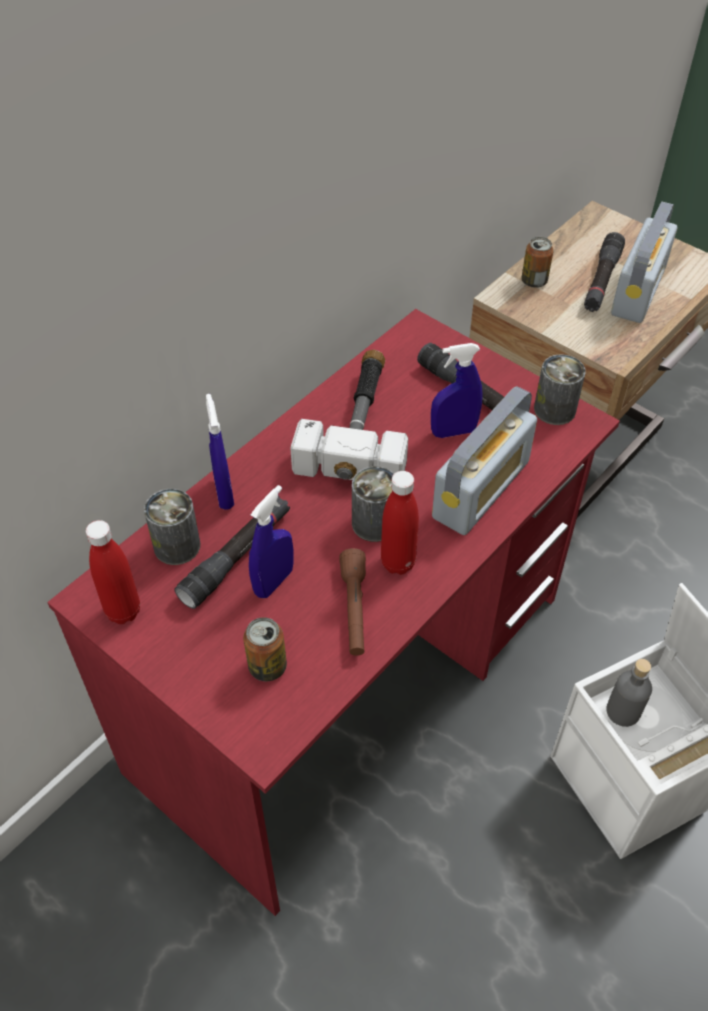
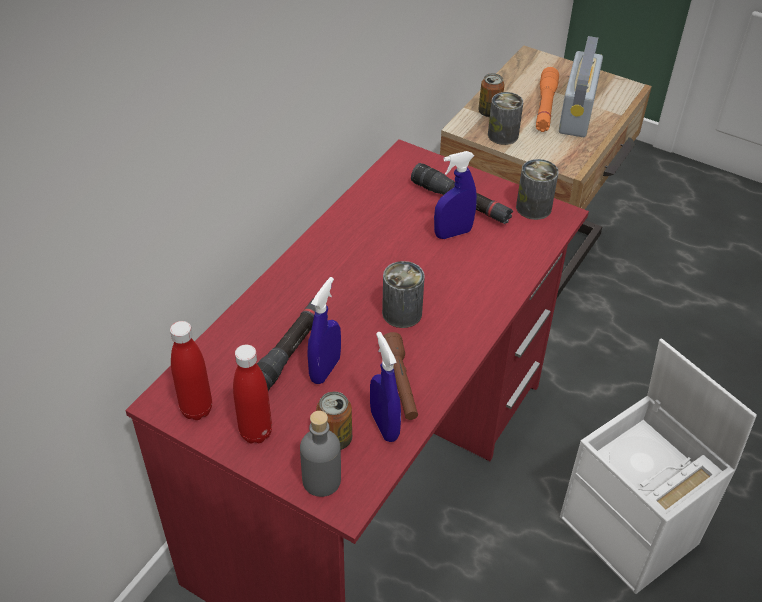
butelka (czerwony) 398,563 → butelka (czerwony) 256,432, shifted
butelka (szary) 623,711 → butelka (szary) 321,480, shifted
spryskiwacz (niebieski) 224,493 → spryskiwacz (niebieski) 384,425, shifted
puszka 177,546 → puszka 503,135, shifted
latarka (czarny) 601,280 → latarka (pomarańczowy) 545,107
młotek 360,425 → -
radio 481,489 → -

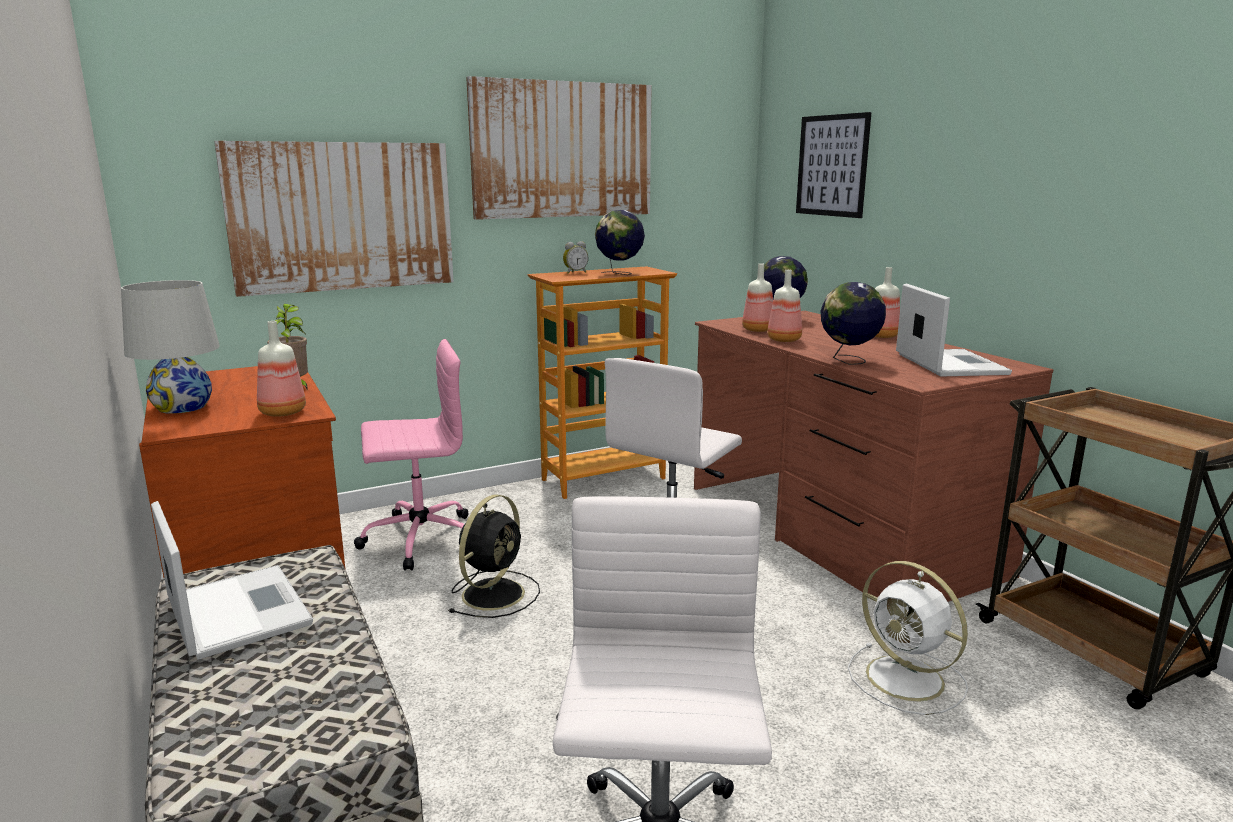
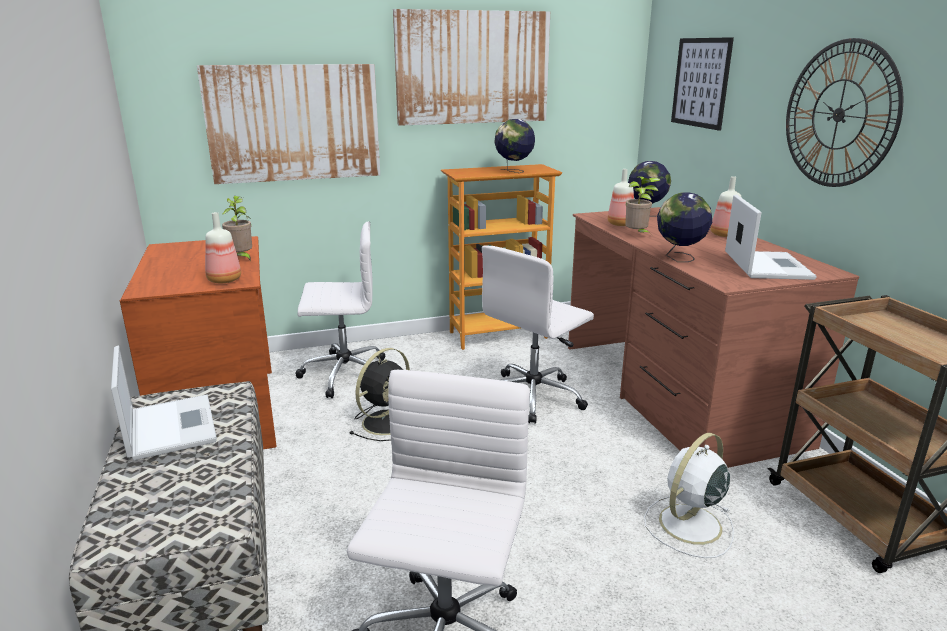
krzesło biurowe (różowy) 418,539 → krzesło biurowe (biały) 343,374
butelka 785,340 → roślina doniczkowa 637,235
wentylator (biały) 908,680 → wentylator (biały) 688,525, 75 degrees clockwise
- → zegar ścienny 839,114
lampa stołowa (biały) 182,407 → -
budzik 575,272 → -

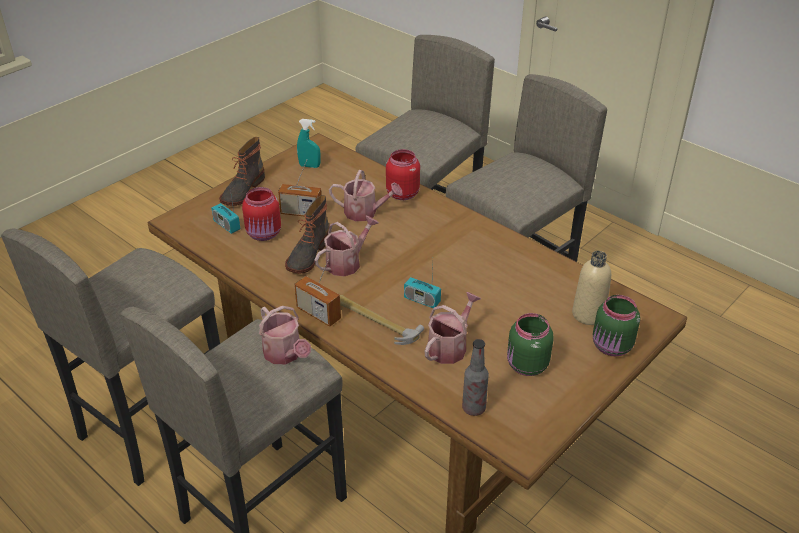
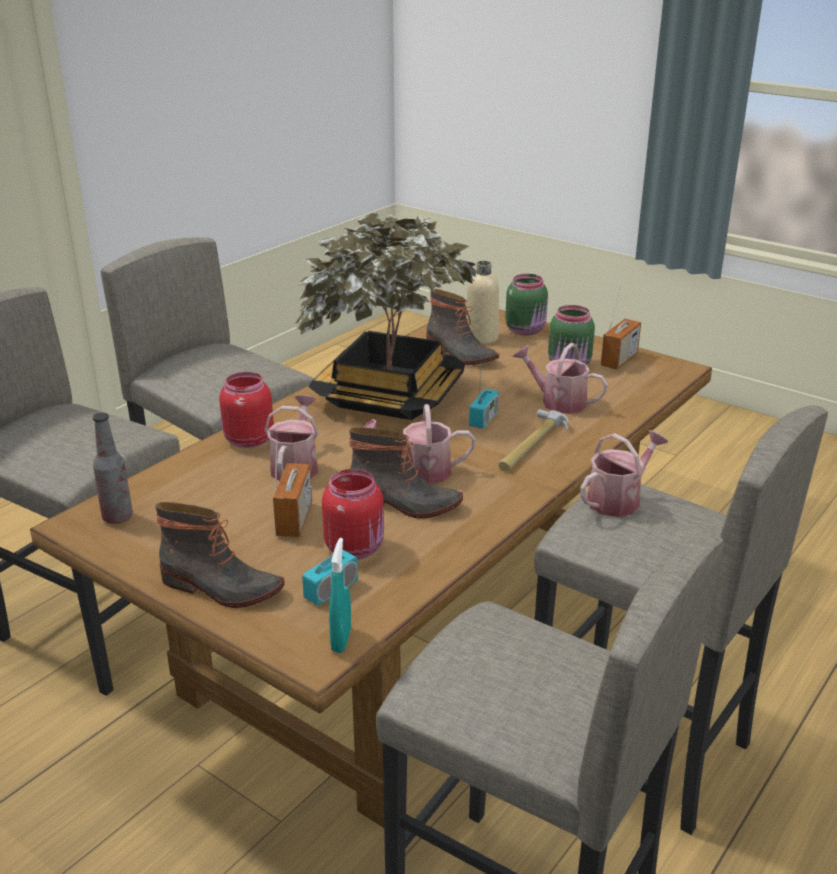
butelka 473,408 → butelka 117,517, shifted
- → roślina doniczkowa 389,397
spryskiwacz (turkusowy) 309,166 → spryskiwacz (turkusowy) 341,640, shifted
konewka 347,262 → konewka 418,472, 45 degrees counterclockwise
- → but z cholewką 459,354
radio 318,313 → radio 619,360, shifted

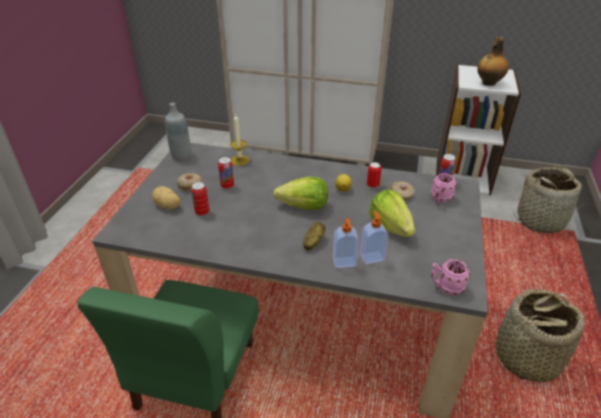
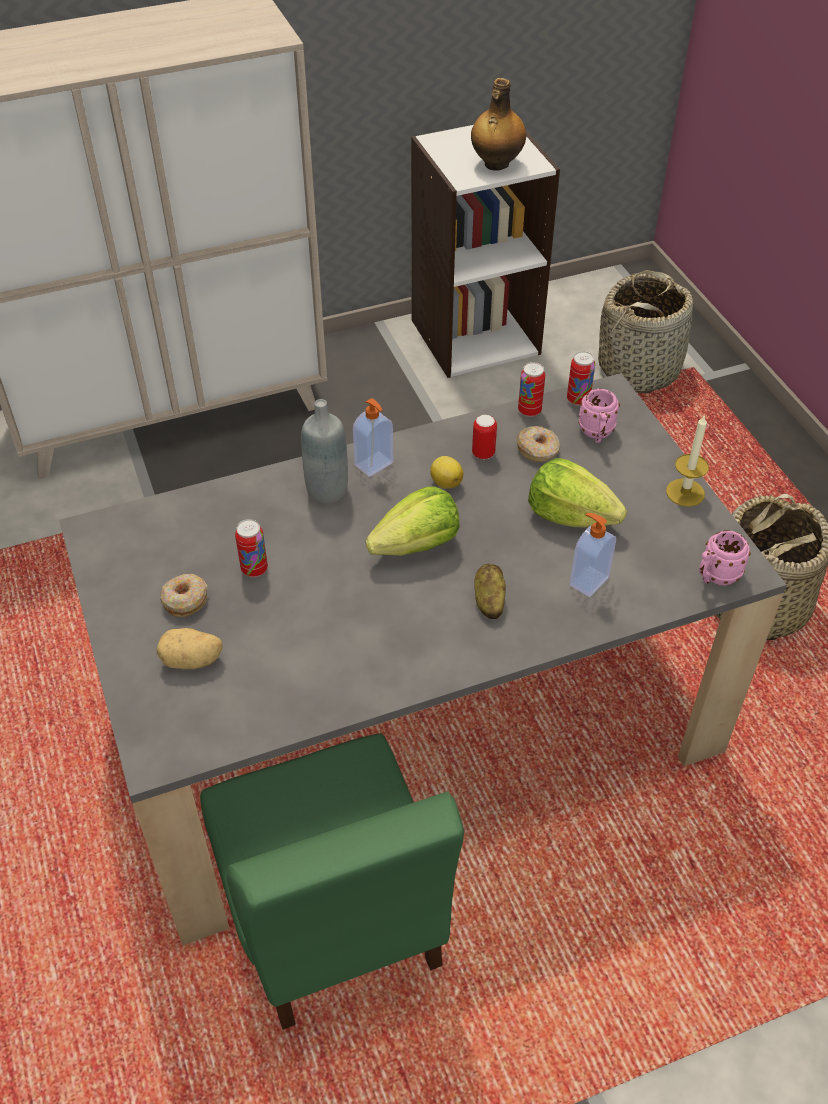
butelka (szary) 181,155 → butelka (szary) 327,490, shifted
dozownik mydła 344,263 → dozownik mydła 374,465, shifted
puszka 202,212 → puszka 529,411, shifted
świeca 239,160 → świeca 685,492, shifted

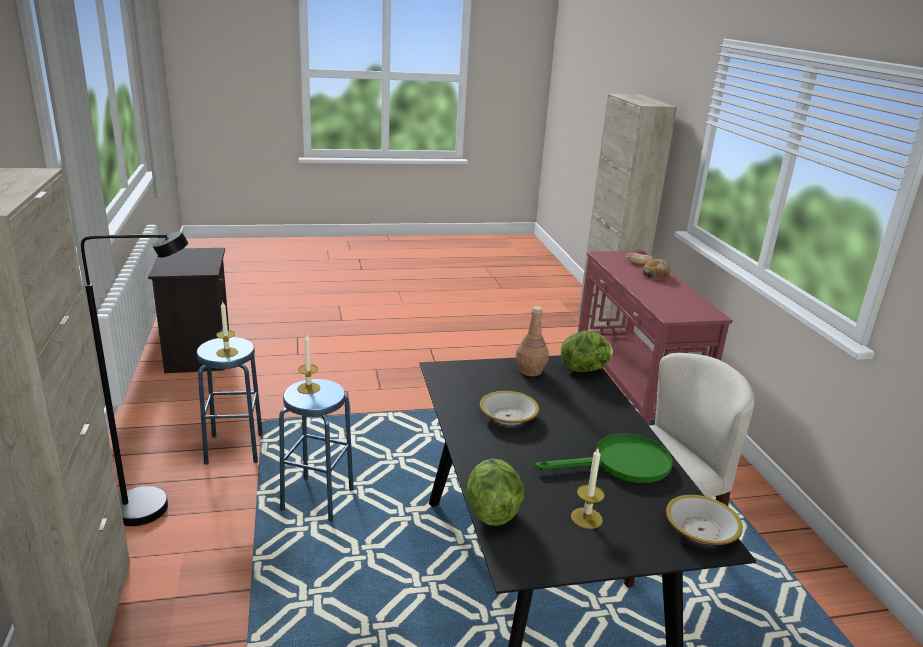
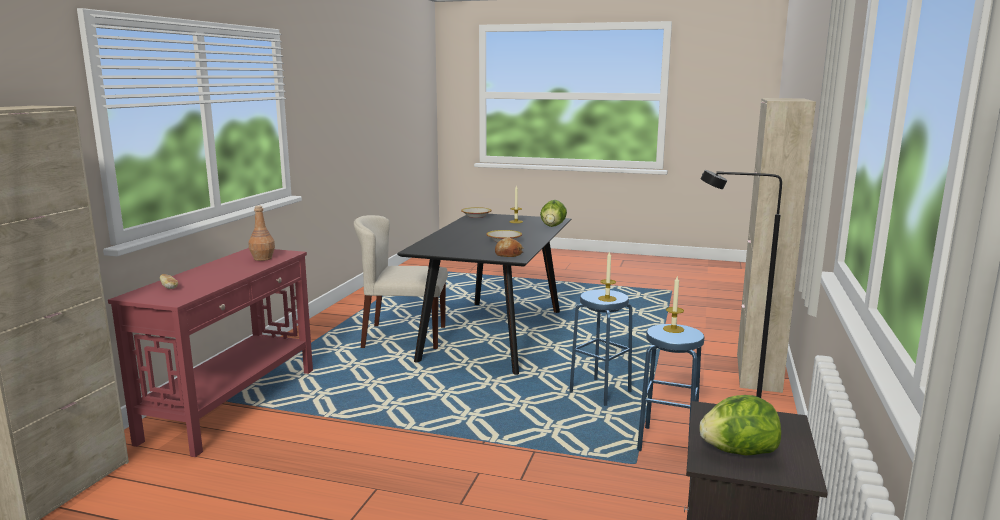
butelka (brązowy) 530,370 → butelka (brązowy) 263,258, shifted
chleb 655,275 → chleb 508,254, shifted
sałata 585,369 → sałata 738,452, shifted
patelnia (zielony) 621,464 → -

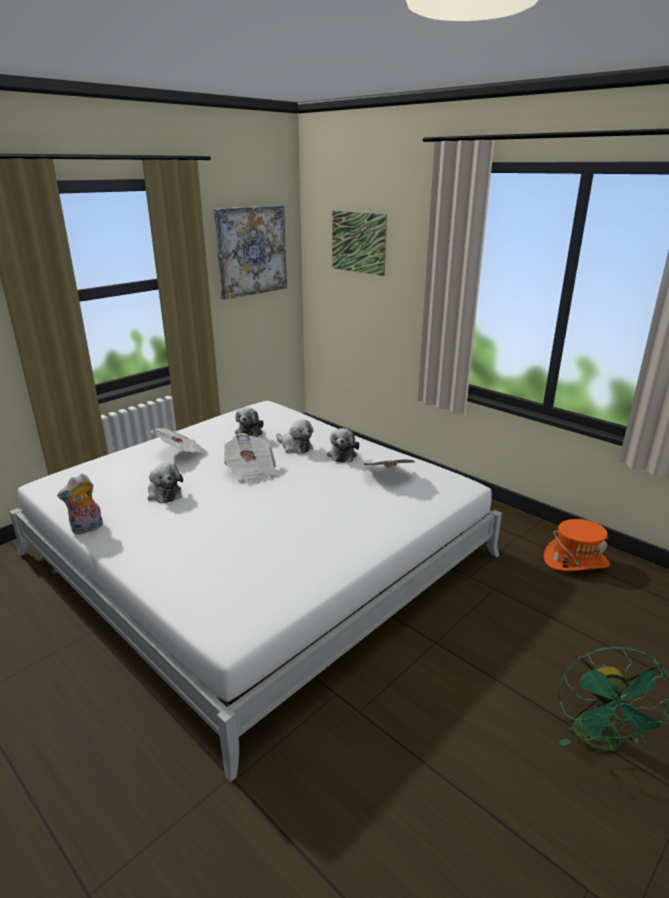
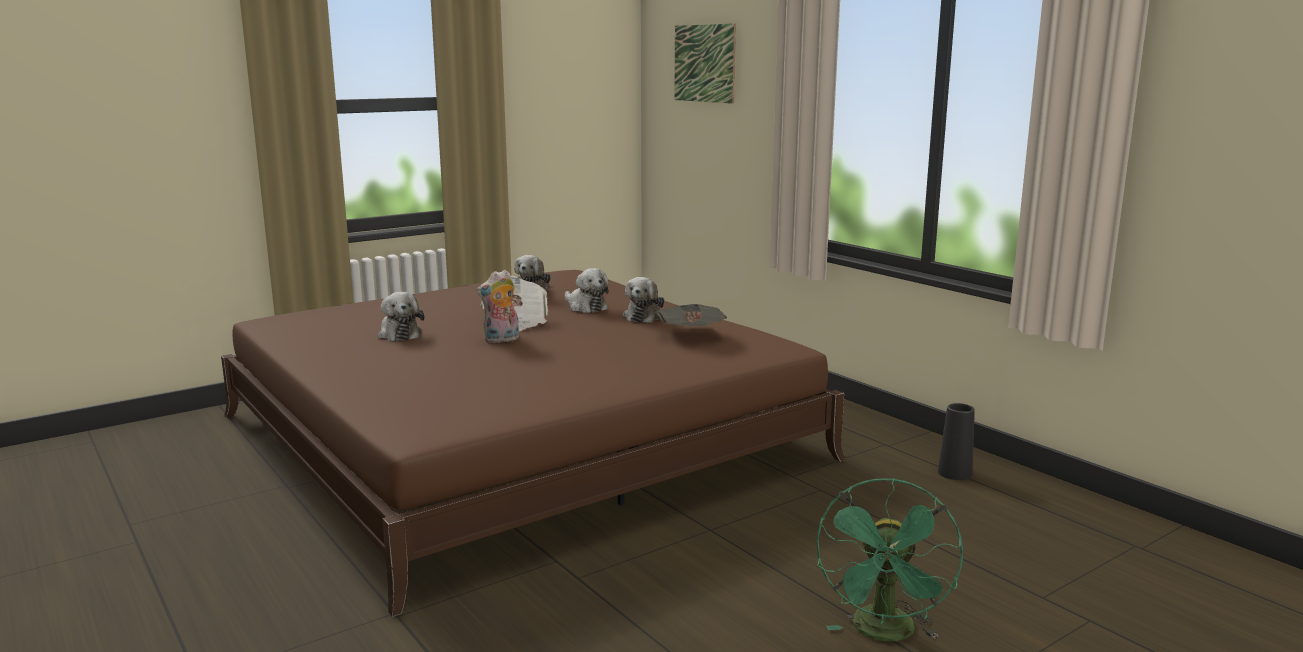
łóżko (biały) 258,555 → łóżko (brązowy) 516,437
pluszak 87,529 → pluszak 501,340, shifted
kapelusz (pomarańczowy) 575,561 → wazon (czarny) 954,473
gazeta 181,453 → -
obraz 251,251 → -

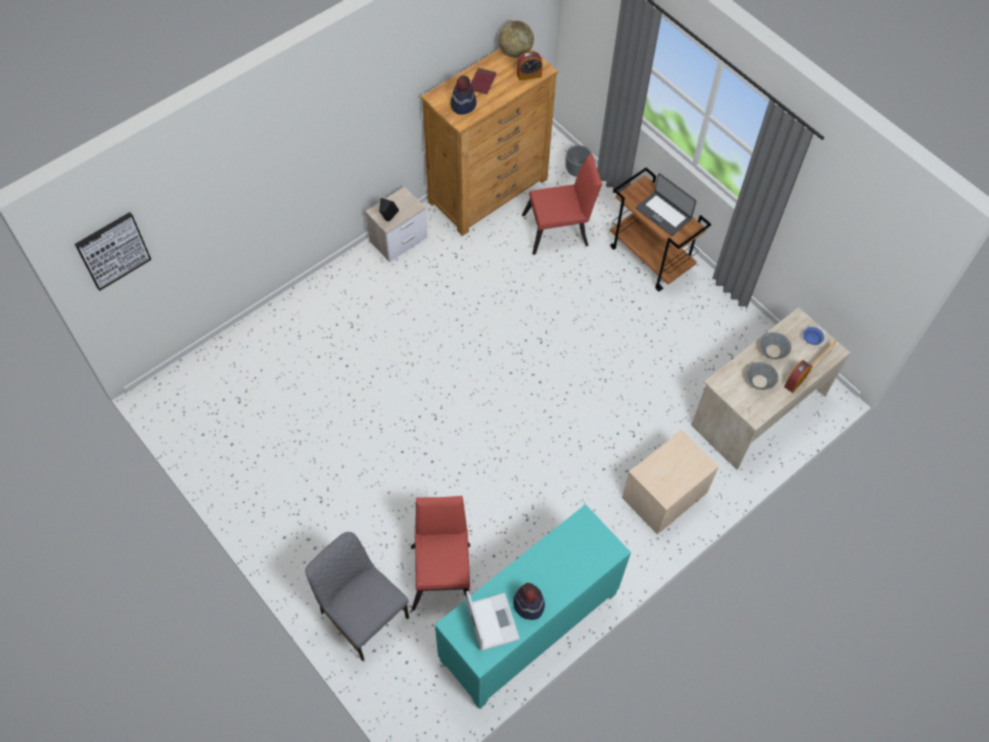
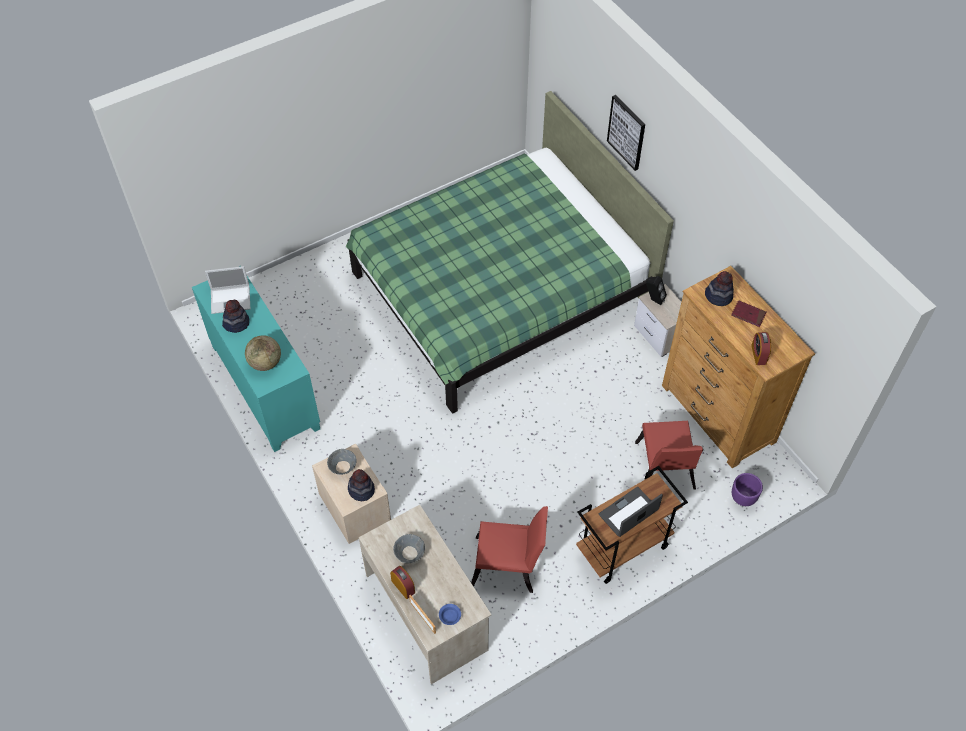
globus 515,52 → globus 265,363, shifted
miska (szary) 772,351 → miska (szary) 343,467, shifted
- → łóżko (zielony) 500,290
- → kapelusz 361,490
krzesło (czerwony) 442,570 → krzesło (czerwony) 509,566, shifted
obraz 113,250 → obraz 627,132, shifted
donica (szary) 577,171 → donica (fioletowy) 743,498
krzesło (szary) 362,614 → -

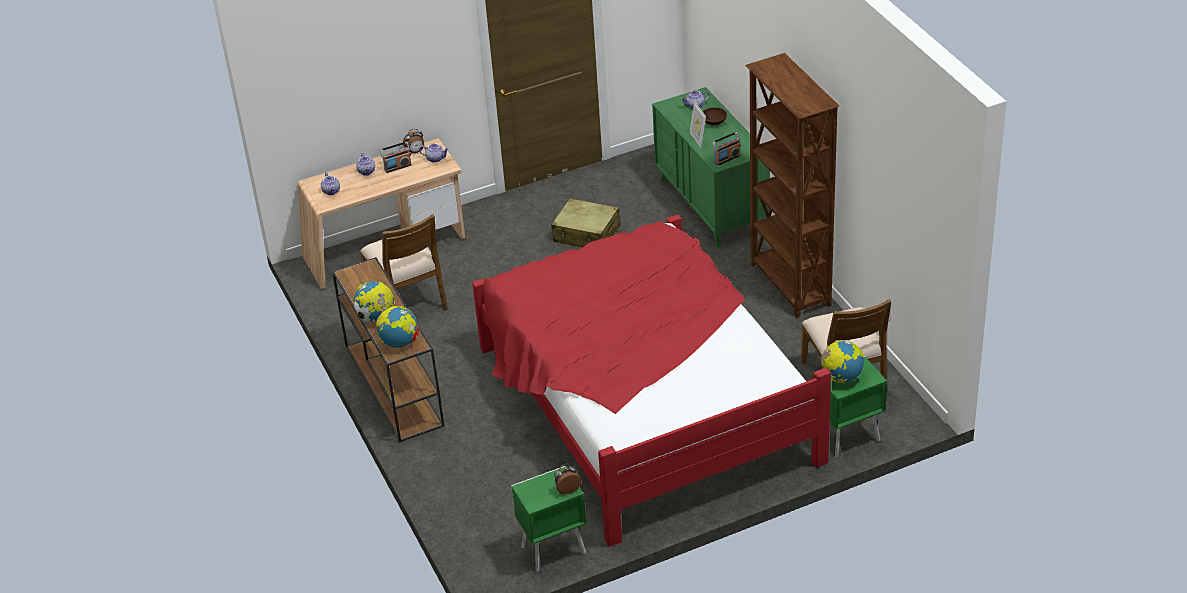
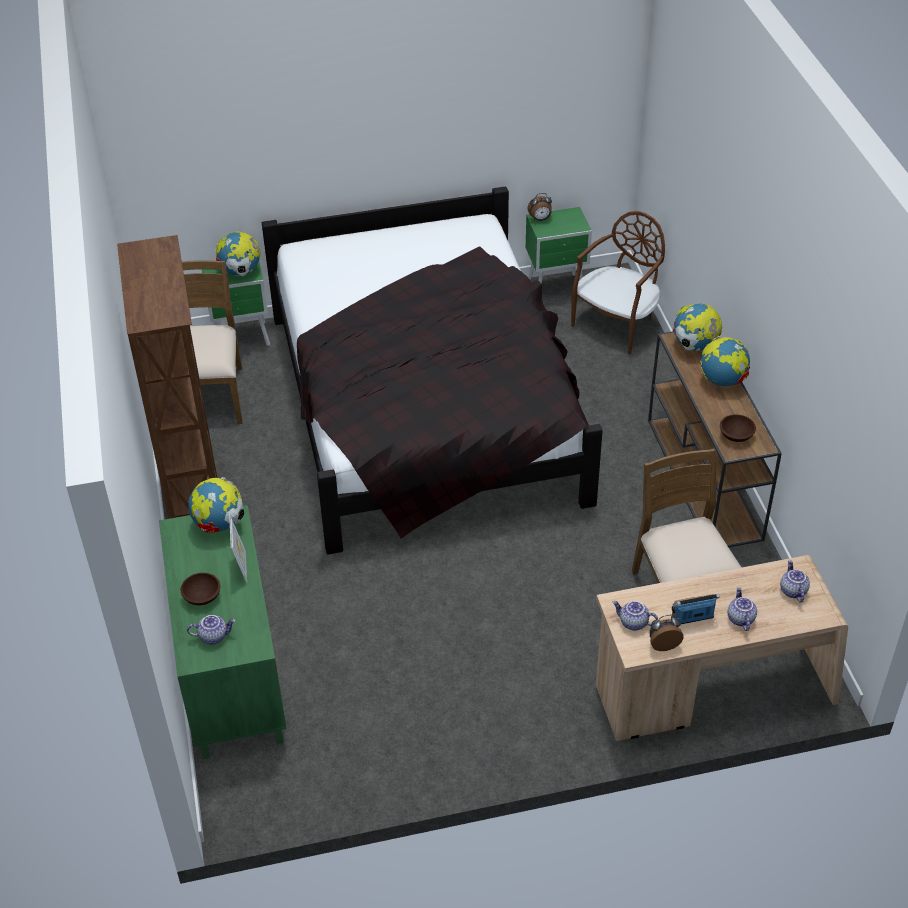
radio 727,158 → globus 219,524
łóżko (czerwony) 644,403 → łóżko (czarny) 426,408
- → krzesło (brązowy) 617,325
- → miska (brązowy) 736,435
walizka (beżowy) 587,234 → -

